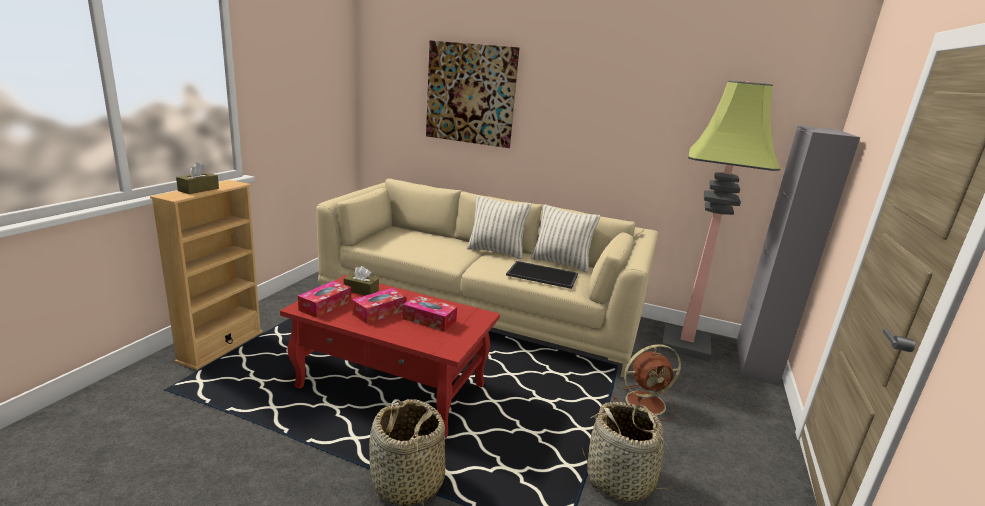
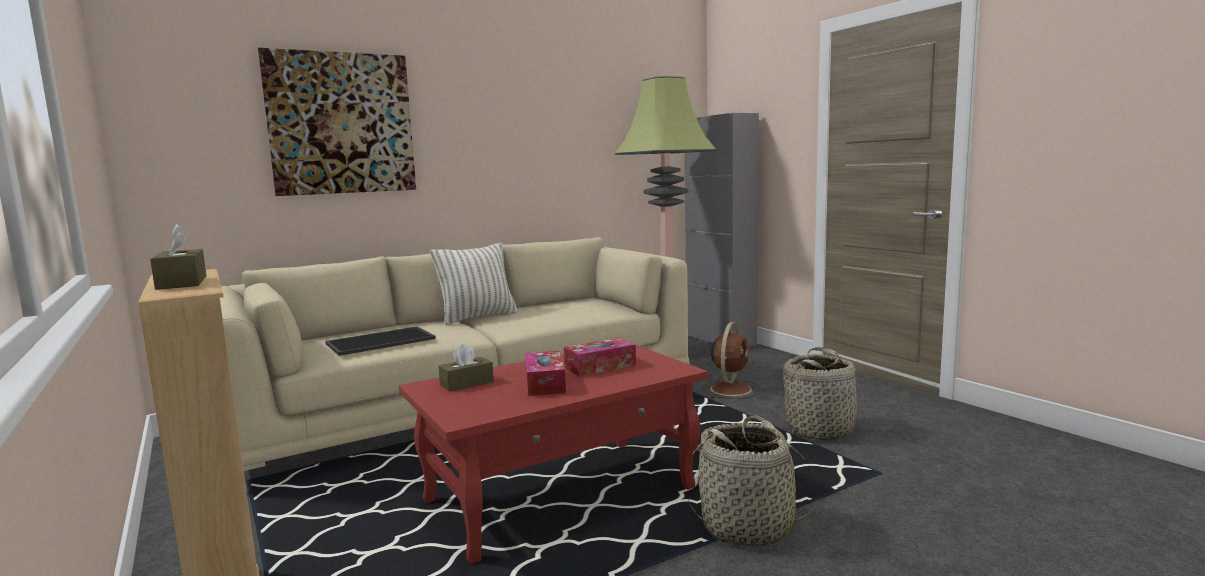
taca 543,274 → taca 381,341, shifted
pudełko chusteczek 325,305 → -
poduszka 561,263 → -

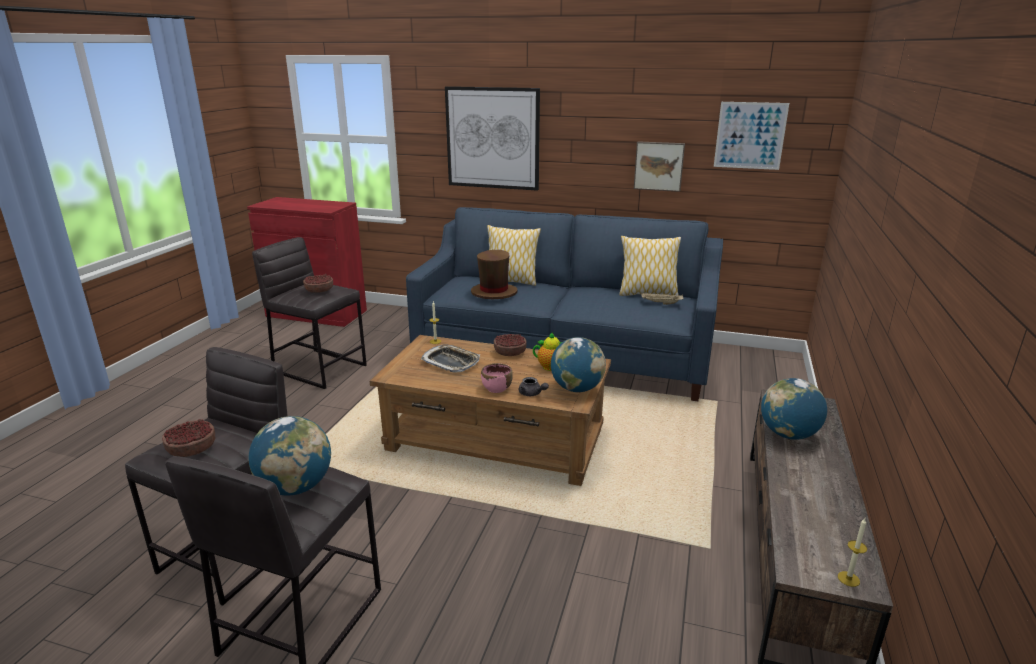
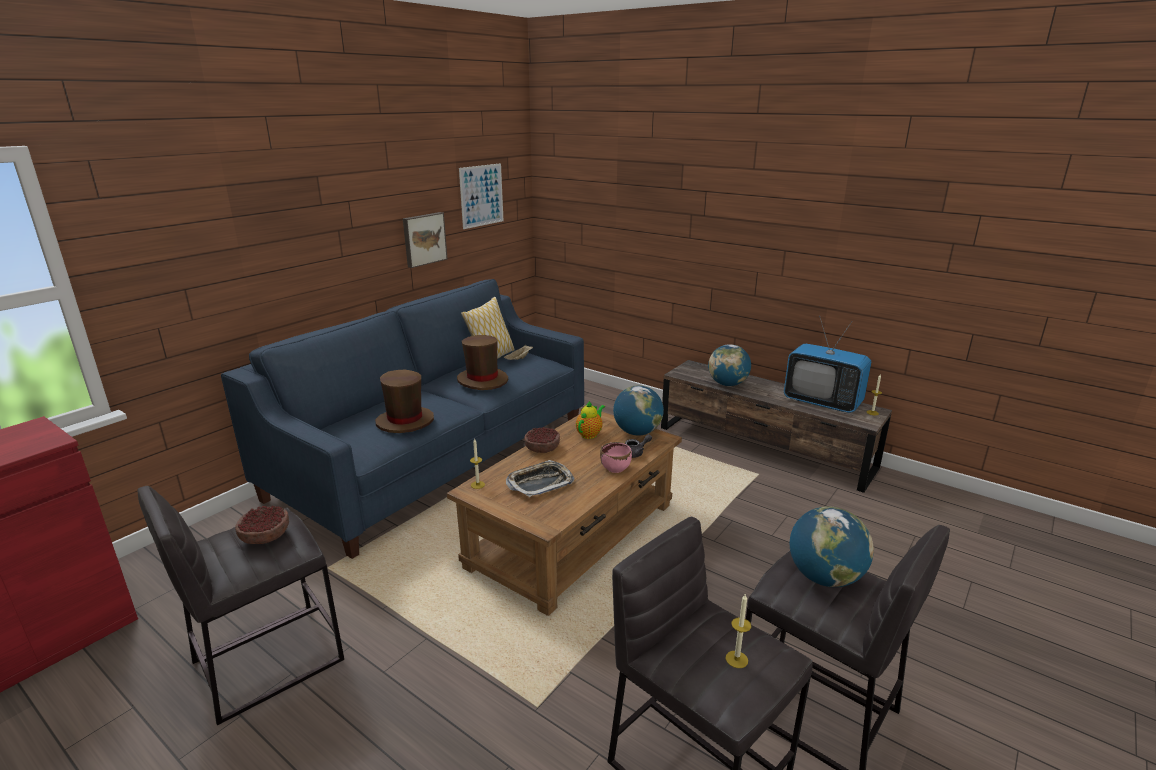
- → kapelusz (brązowy) 482,380
miska 191,449 → świeca 736,659
- → telewizor 822,402
obraz 492,138 → -
poduszka 511,281 → -

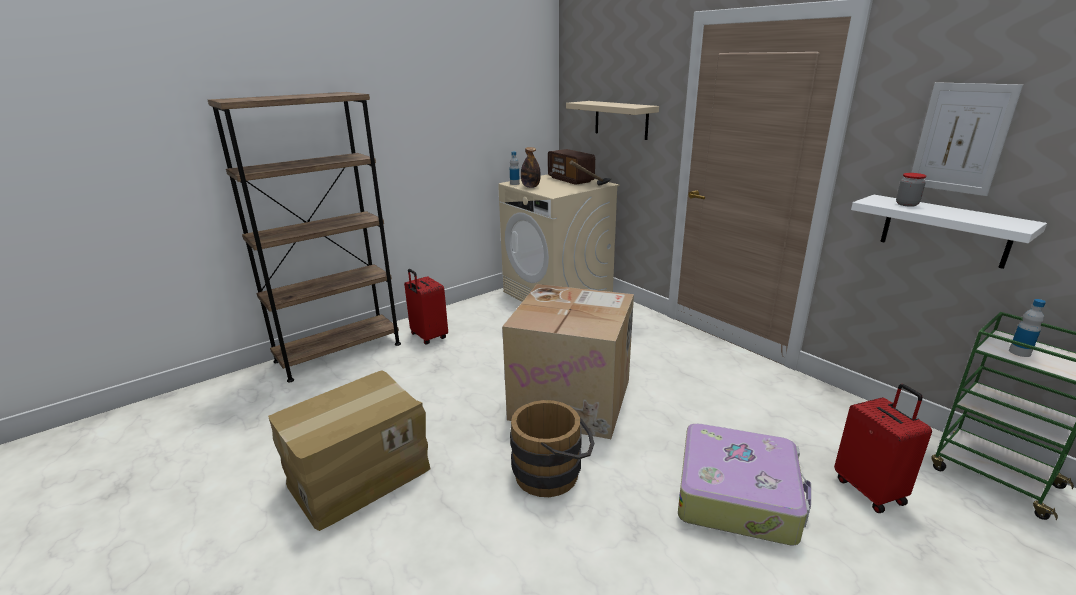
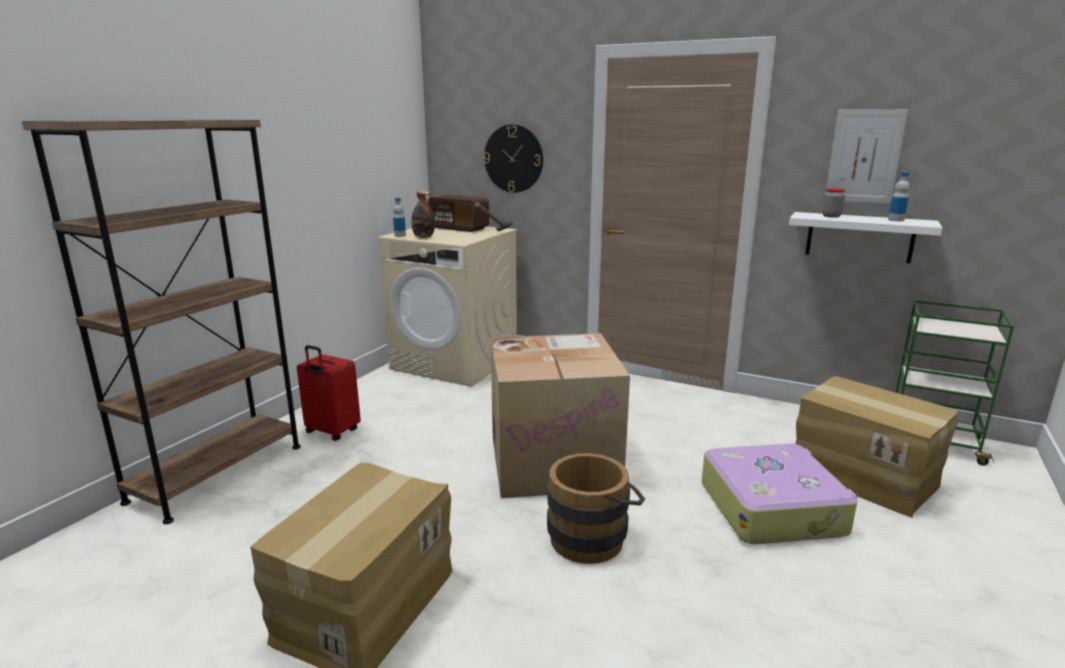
półka (beżowy) 621,120 → zegar ścienny 513,159
walizka (czerwony) 870,490 → karton 864,476
butelka 1019,352 → butelka 896,220, shifted

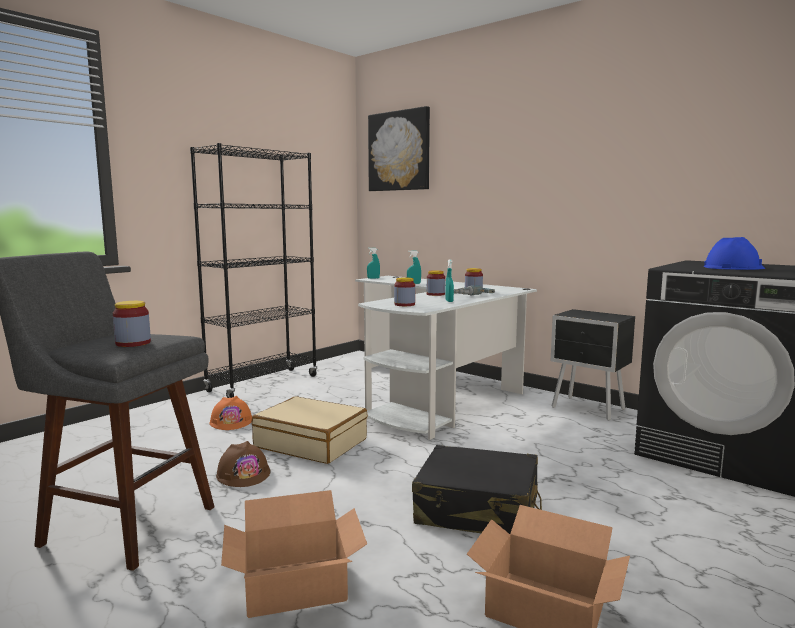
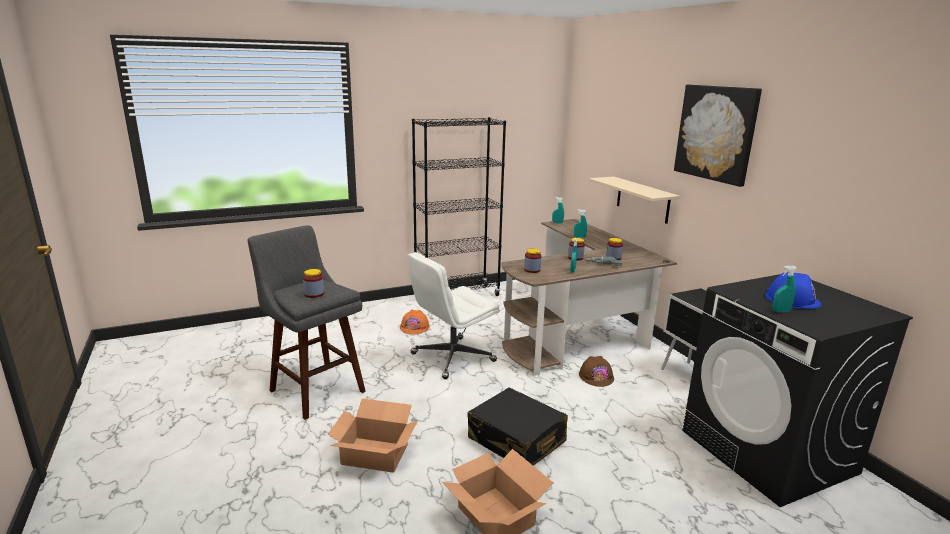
walizka (beżowy) 311,443 → krzesło biurowe (biały) 452,358
biurko (biały) 437,391 → biurko (brązowy) 579,331
kask (brązowy) 243,474 → kask (brązowy) 596,376, shifted
- → półka (beżowy) 642,199
obraz 399,151 → obraz 716,133, shifted
- → spryskiwacz (turkusowy) 781,311

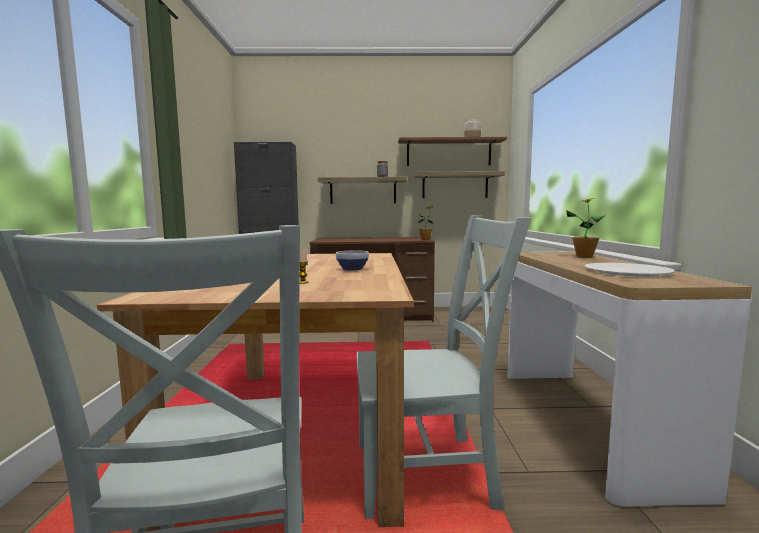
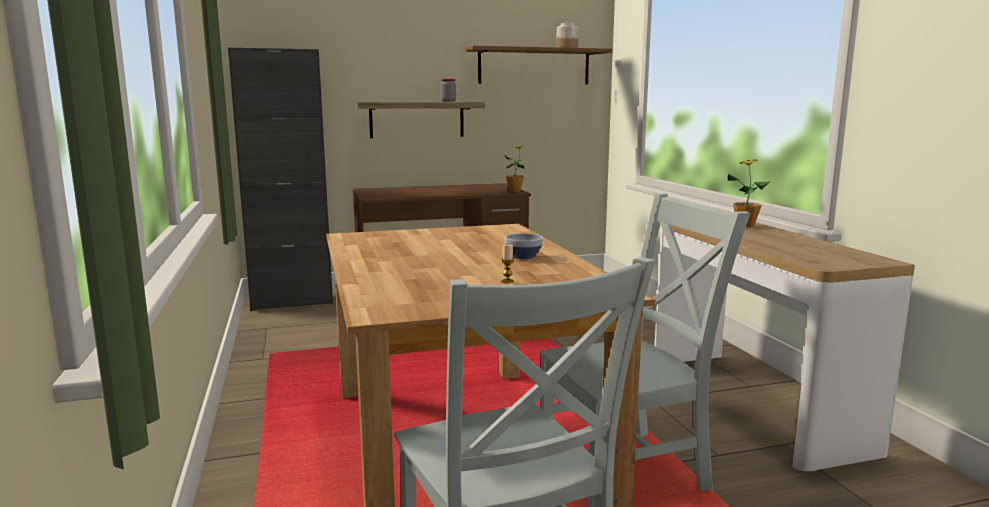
półka 455,185 → -
talerz (biały) 626,272 → -

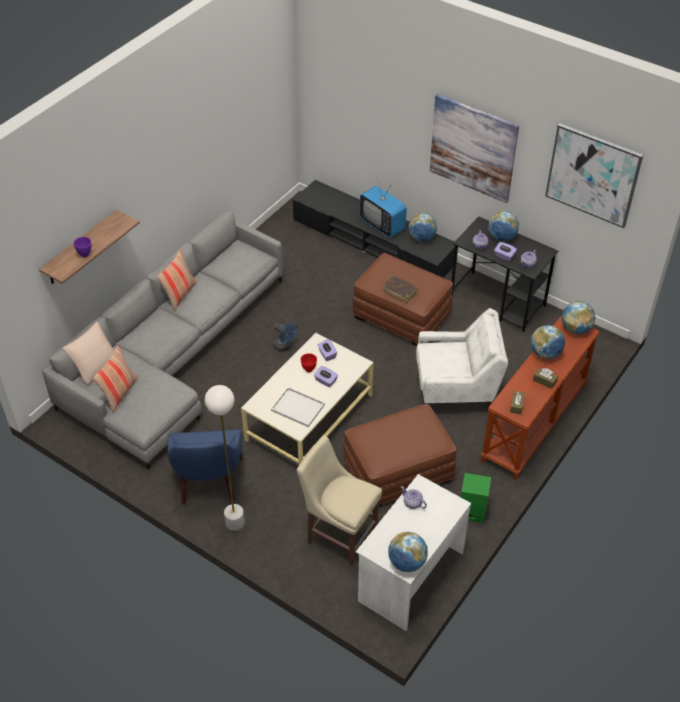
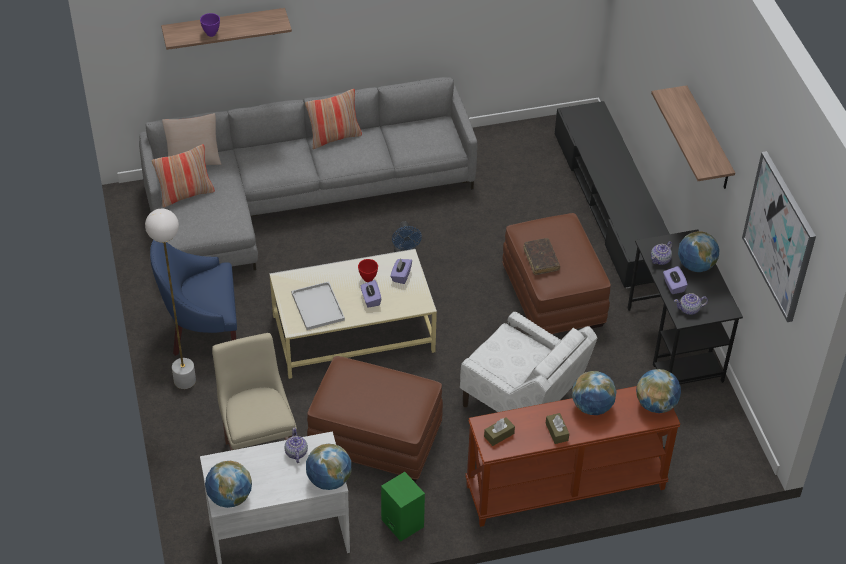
fotel (niebieski) 208,481 → fotel (niebieski) 202,330, 45 degrees clockwise
globus 422,238 → globus 329,480, shifted
obraz 473,148 → półka 708,140
telewizor 382,225 → -

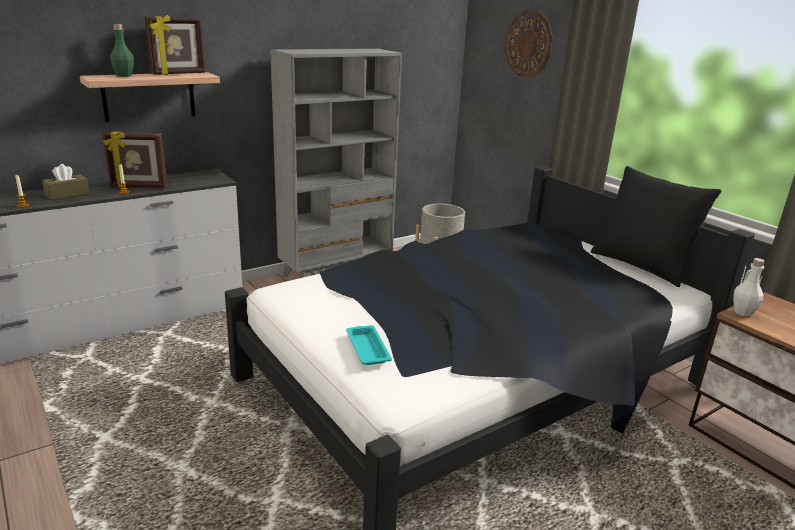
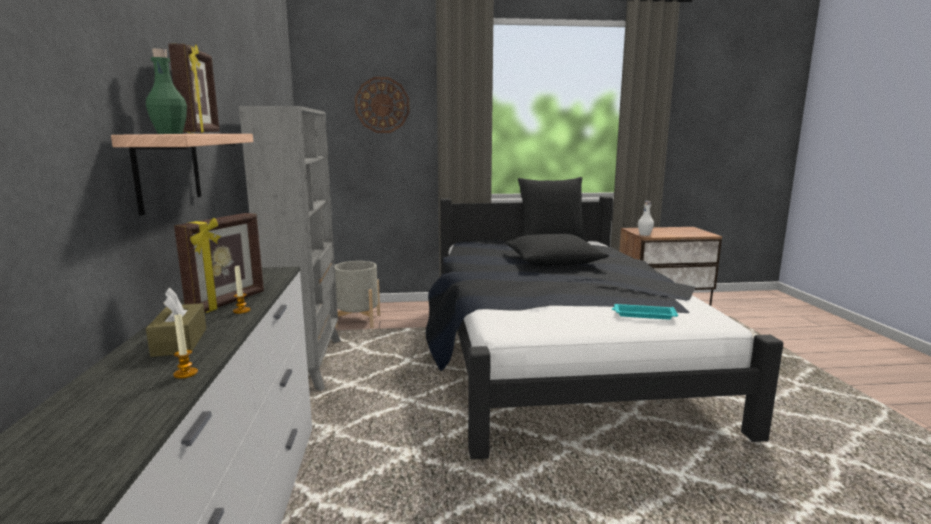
- → poduszka (czarny) 553,261

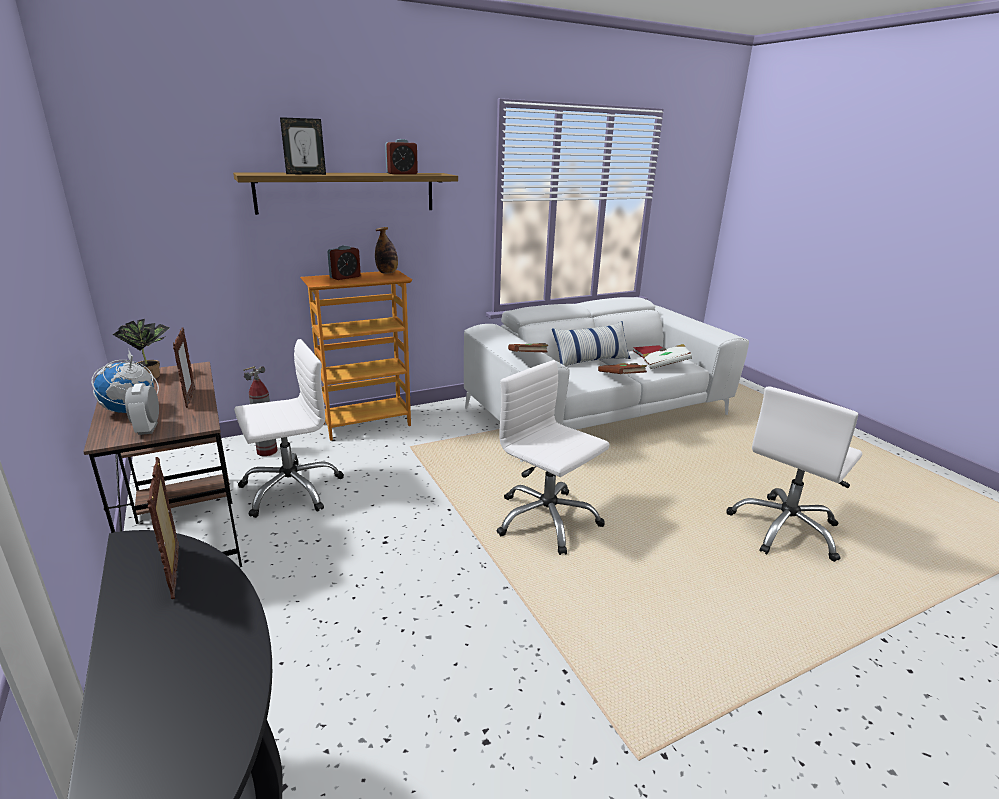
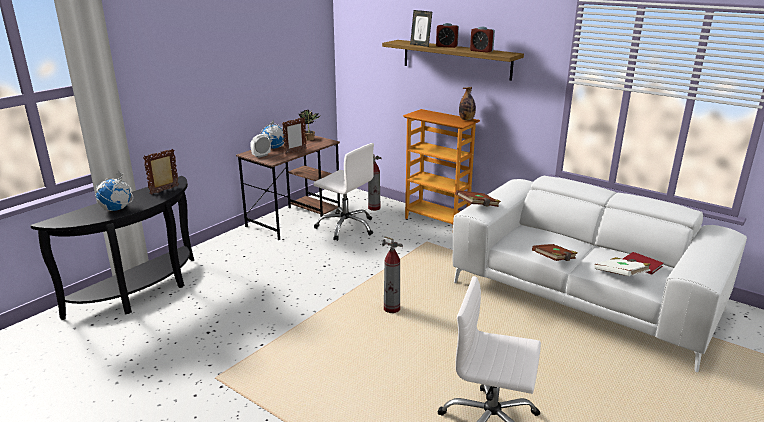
- → globus 117,209
krzesło biurowe (biały) 546,520 → gaśnica 392,309
budzik 345,277 → budzik 446,46, shifted
poduszka 591,361 → -

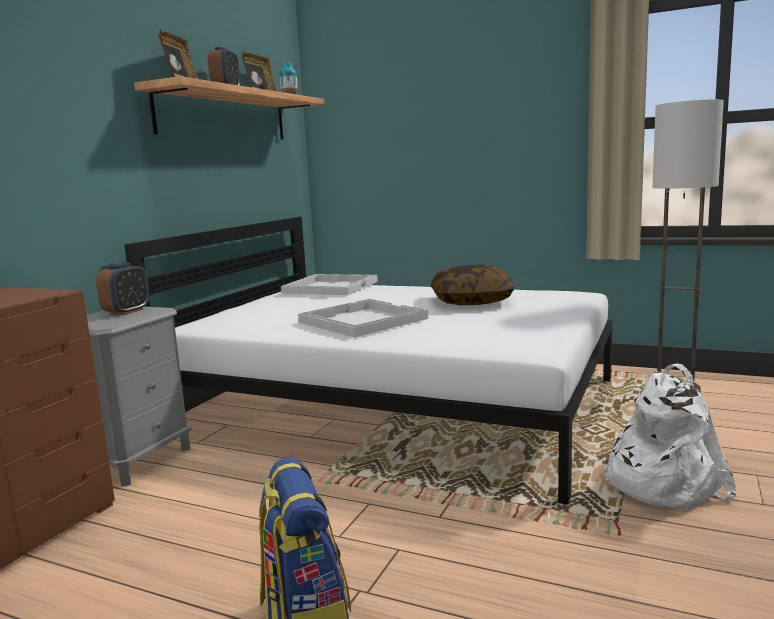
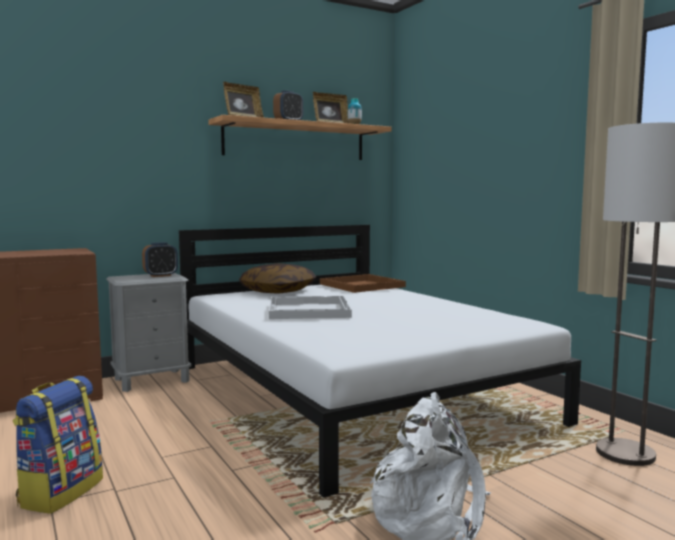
poduszka 472,301 → poduszka 278,291, shifted
taca (biały) 330,287 → taca (brązowy) 362,285

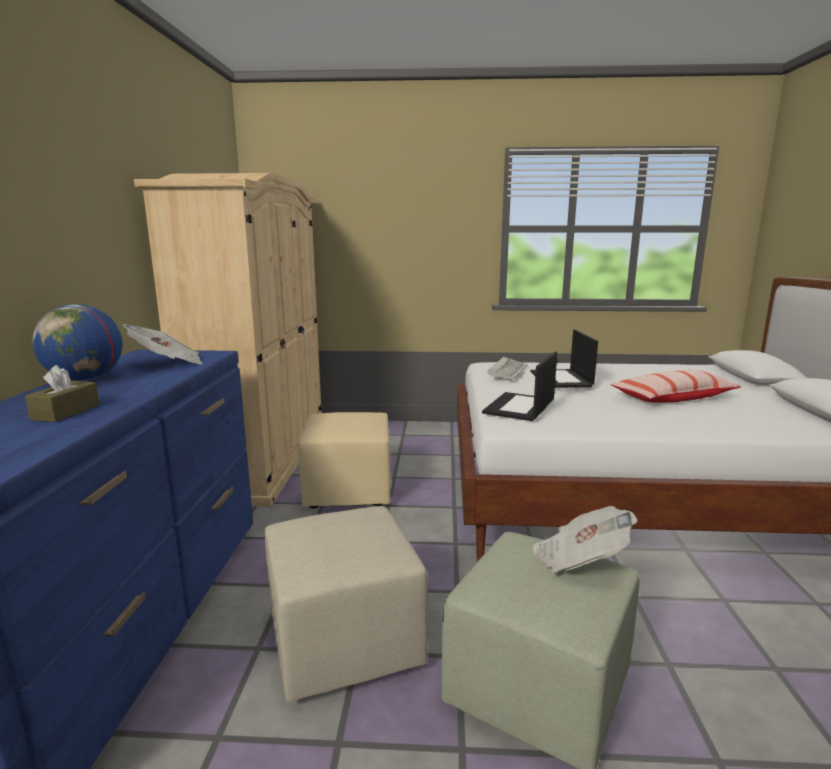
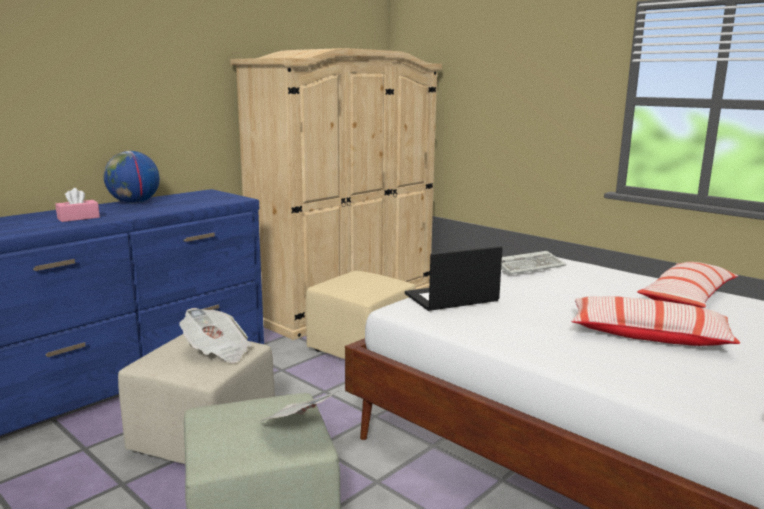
pudełko chusteczek (brązowy) 66,412 → pudełko chusteczek (różowy) 78,218
gazeta 168,363 → gazeta 217,352, shifted
- → poduszka 687,297
laptop 561,379 → -

